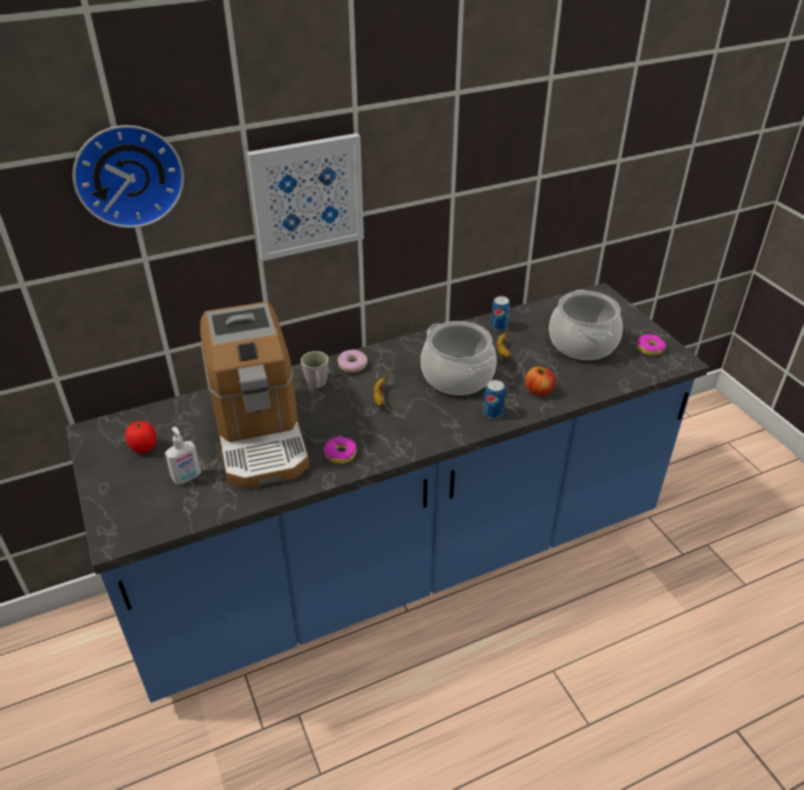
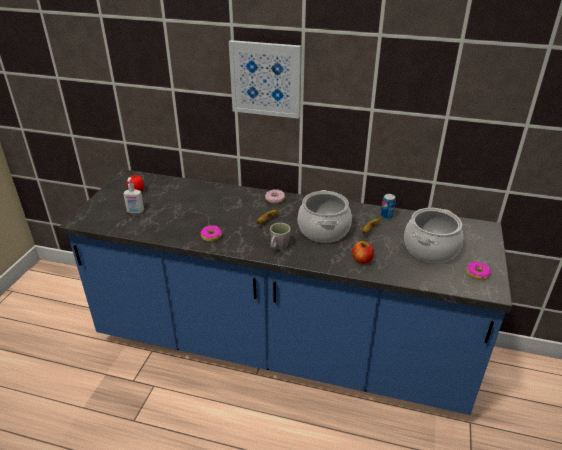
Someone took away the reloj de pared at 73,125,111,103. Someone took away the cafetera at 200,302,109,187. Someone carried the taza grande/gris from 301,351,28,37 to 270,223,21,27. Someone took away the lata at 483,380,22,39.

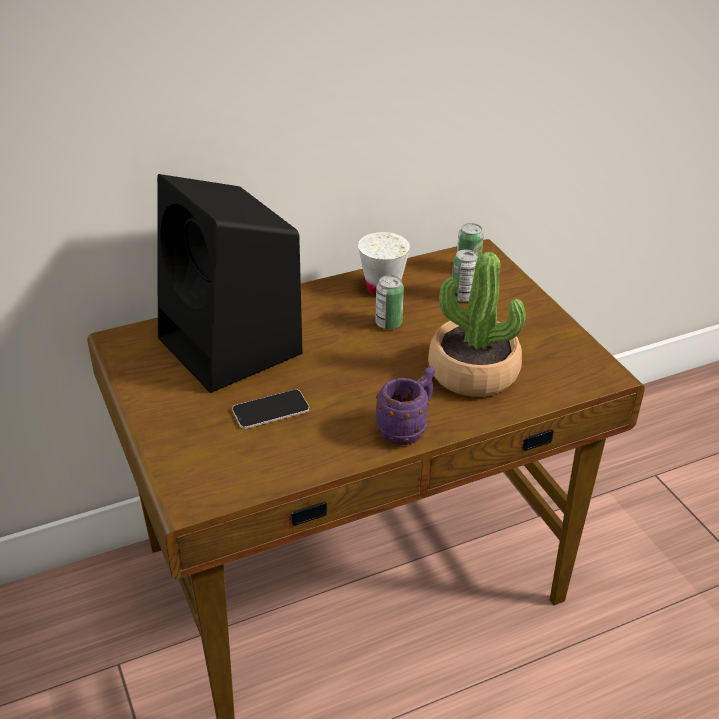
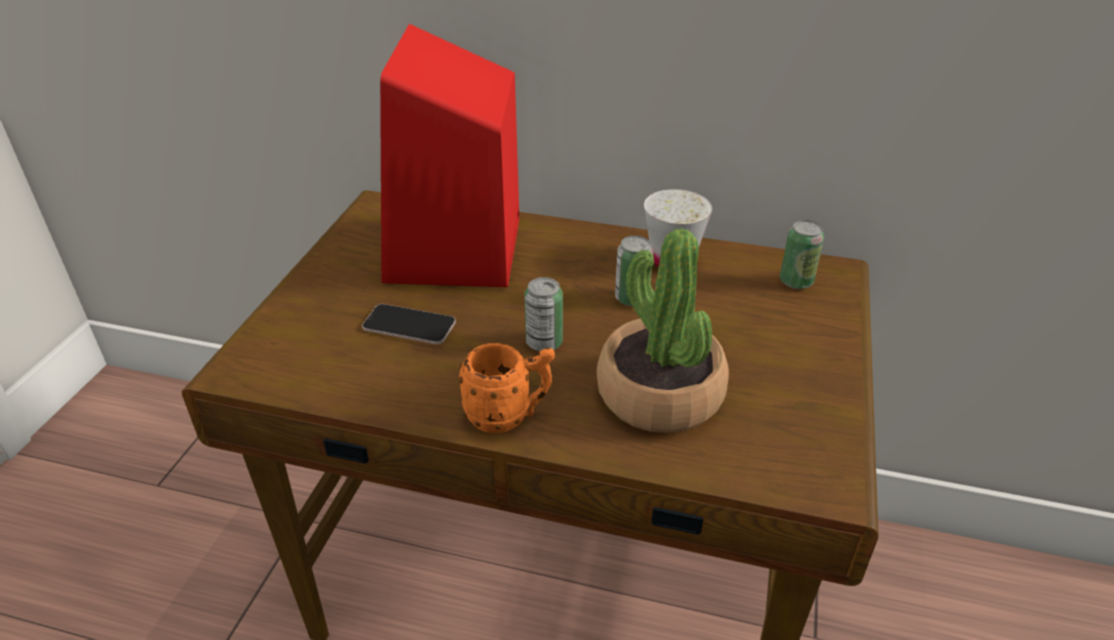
Someone repainted the altavoz/negro at 157,174,146,219, which became the altavoz/rojo at 380,24,139,263. Someone repainted the taza grande/morado at 376,366,59,79, which became the taza grande/naranja at 459,343,96,90. Someone carried the lata from 452,249,26,53 to 524,277,39,74.

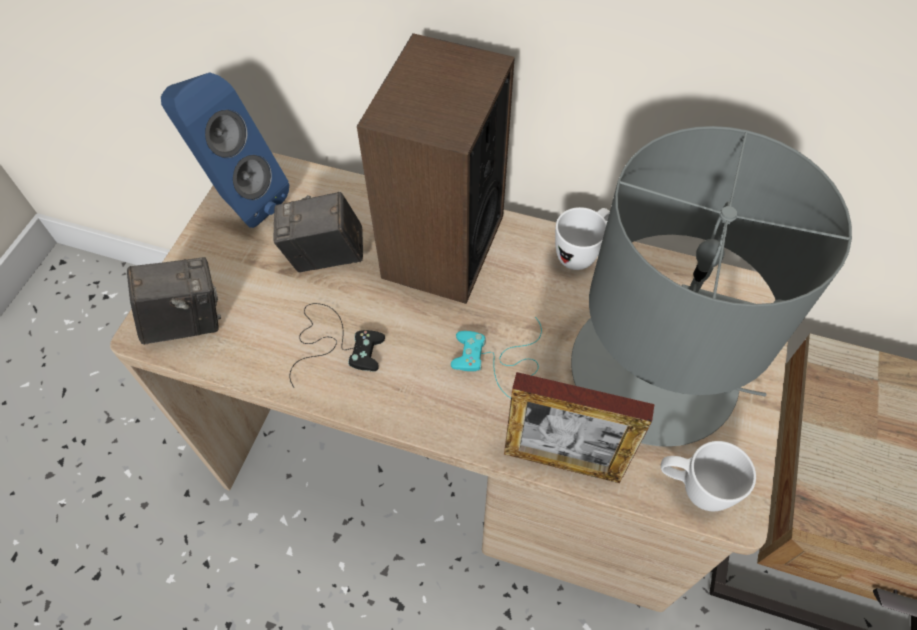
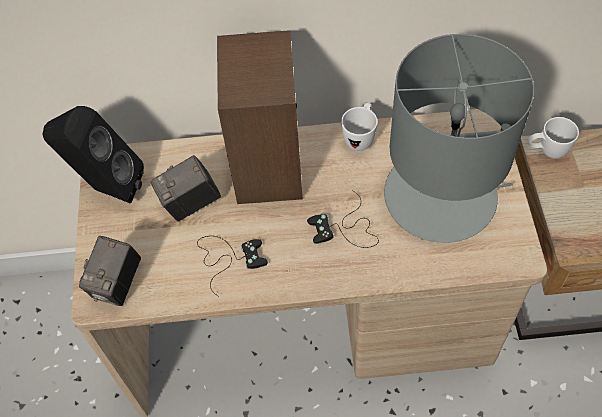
Someone rotated the cámara at 127,257,94,88 by 150 degrees clockwise. Someone repainted the altavoz/azul at 161,72,128,156, which became the altavoz/negro at 42,106,102,97. Someone repainted the mando de consola/turquesa at 451,317,91,81, which became the mando de consola/negro at 307,190,72,58. Someone took away the portarretratos at 504,372,150,111. Someone carried the taza grande/blanco from 661,441,95,70 to 528,117,51,42.

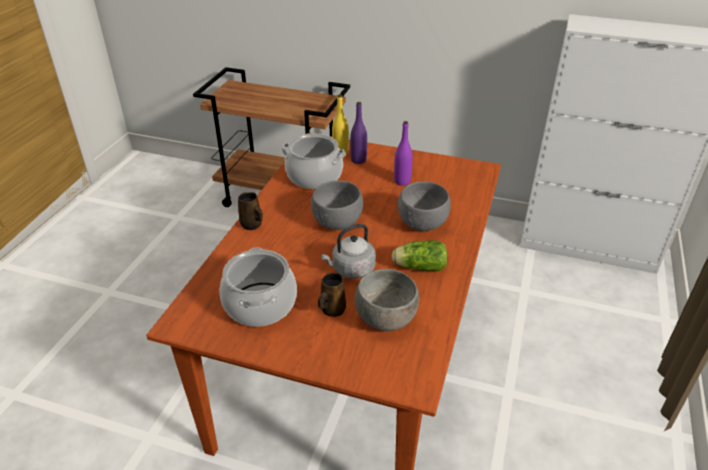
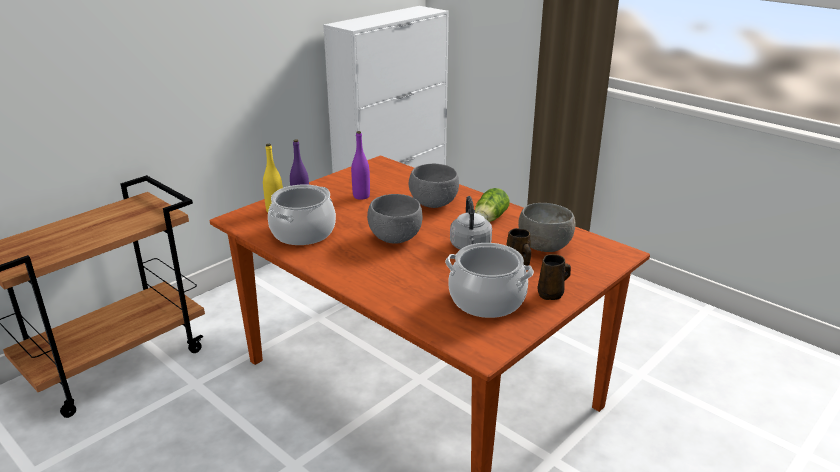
Someone carried the taza grande/marrón from 238,192,25,38 to 538,254,33,46.

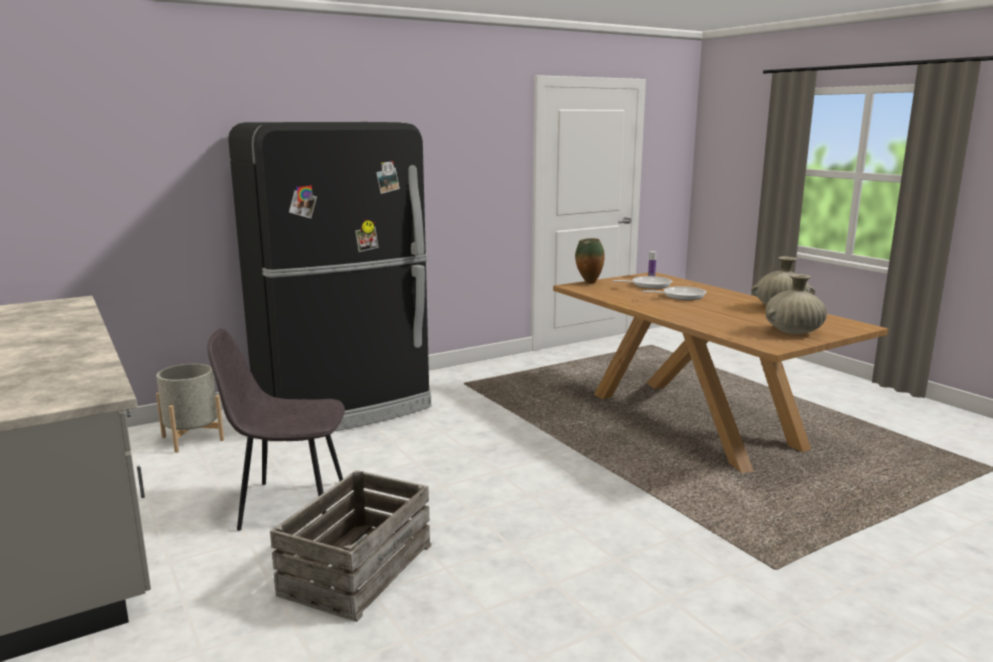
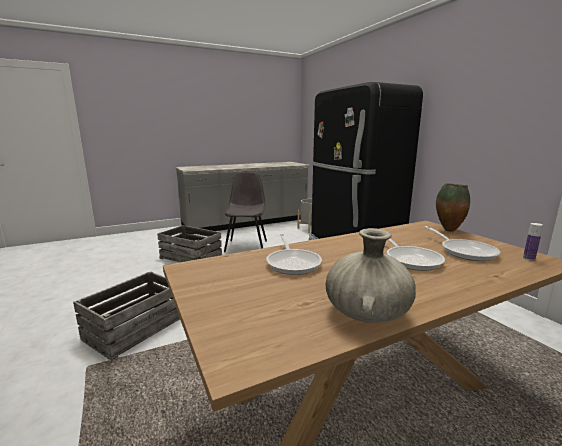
Someone took away the florero/beis at 765,274,62,60. Someone put down the caja de embalaje at 73,271,107,89. Someone put down the sartén at 266,233,56,42.

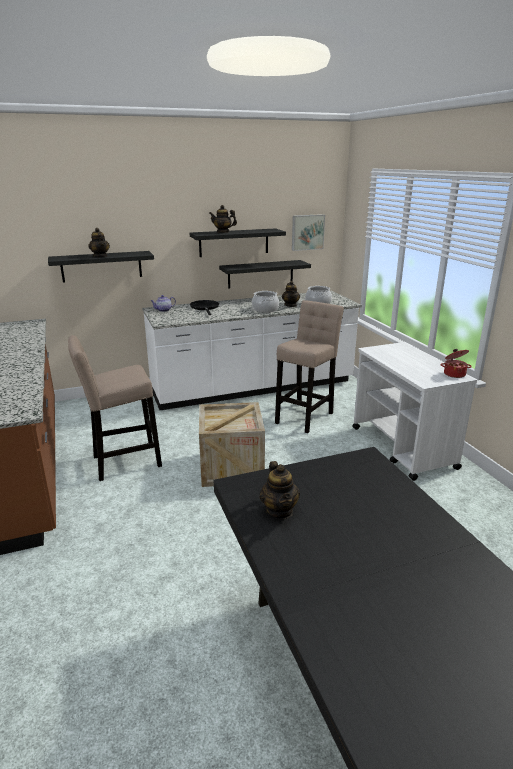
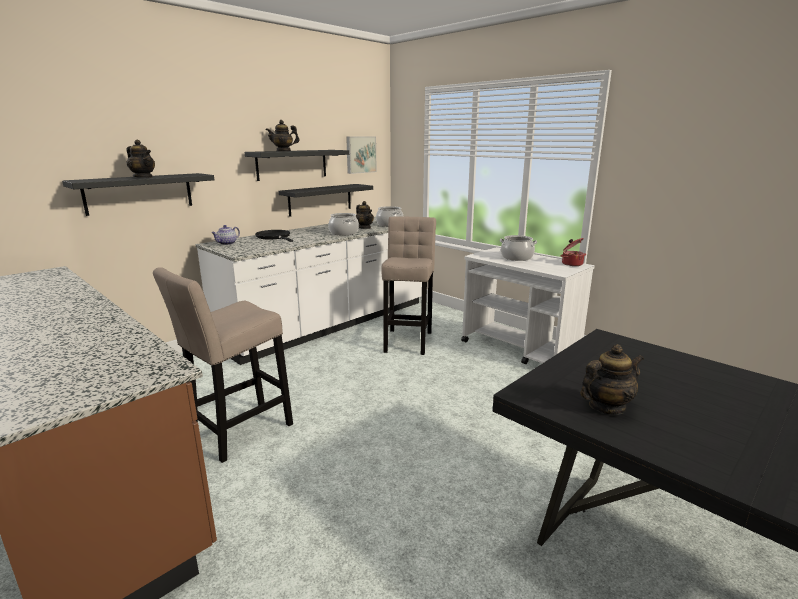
Someone took away the caja de embalaje at 199,402,66,85. Someone rotated the tetera at 259,461,41,58 by 75 degrees counterclockwise. Someone put down the olla at 499,235,39,26.

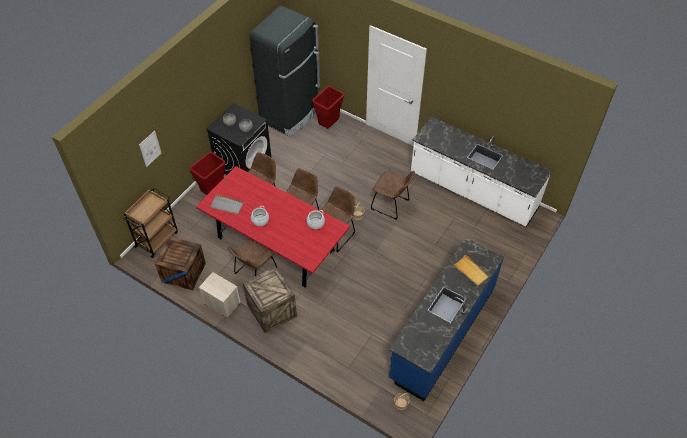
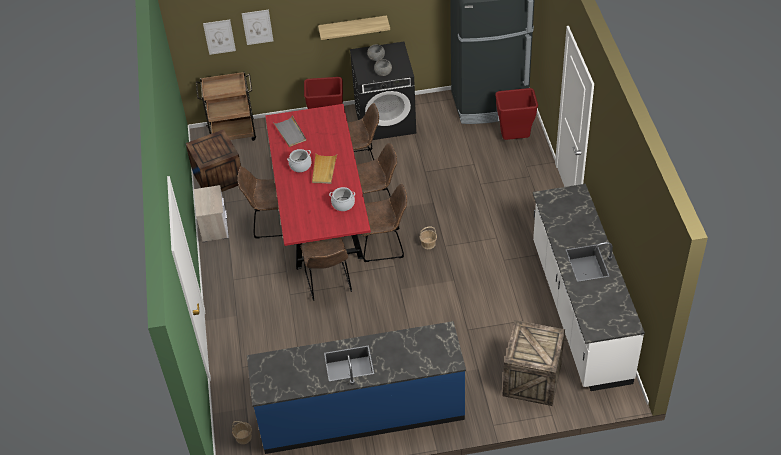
Someone carried the caja de embalaje from 243,266,54,67 to 503,320,62,86. Someone carried the silla/marrón from 371,171,44,49 to 301,237,51,64. Someone carried the bandeja/beis from 454,254,35,32 to 312,154,25,30. Someone put up the cuadro at 203,20,33,35. Someone put up the estante at 318,15,72,25.

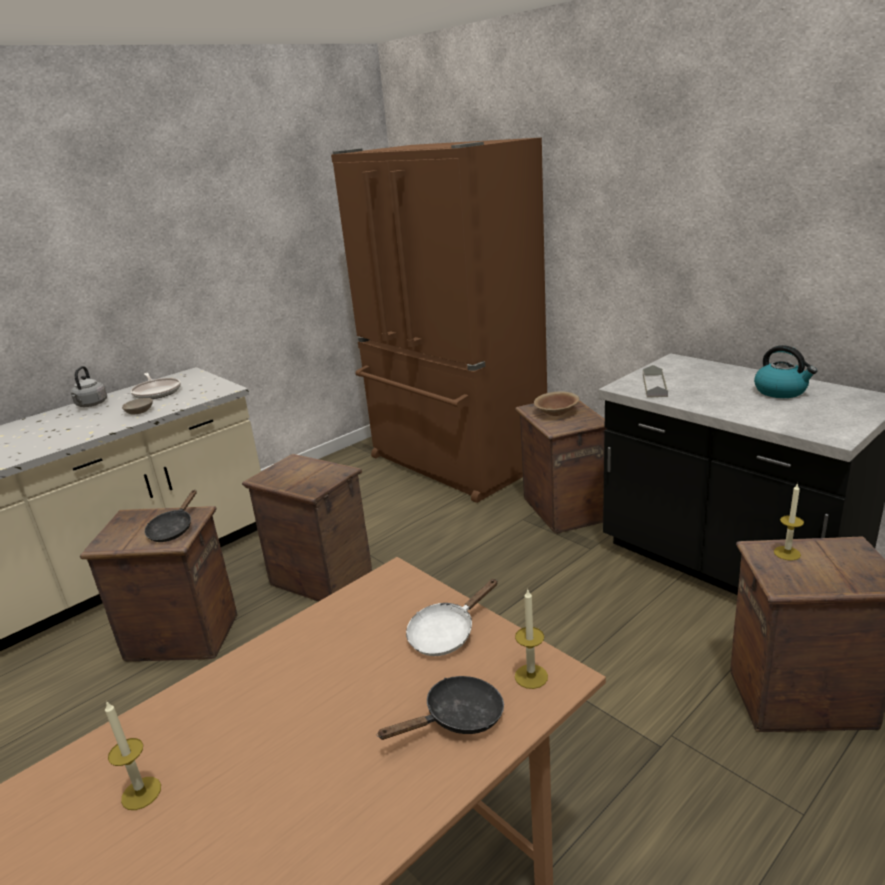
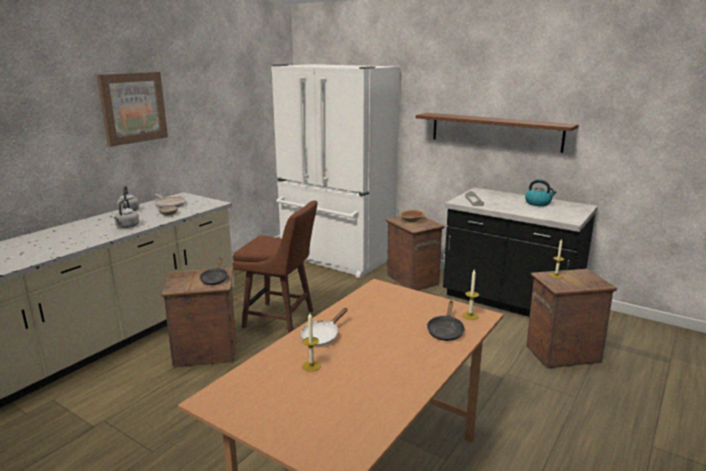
Someone swapped the caja de embalaje at 242,454,130,148 for the taburete/marrón at 233,201,85,132. Someone repainted the nevera/marrón at 331,138,216,365, which became the nevera/blanco at 271,64,129,214. Someone rotated the sartén/negro at 377,676,127,64 by 150 degrees clockwise. Someone carried the sartén/blanco from 406,579,92,77 to 301,308,47,38. Someone put up the cuadro at 97,72,71,75. Someone put down the hervidor/gris at 114,199,25,29. Someone put up the estante/marrón at 416,113,163,40.

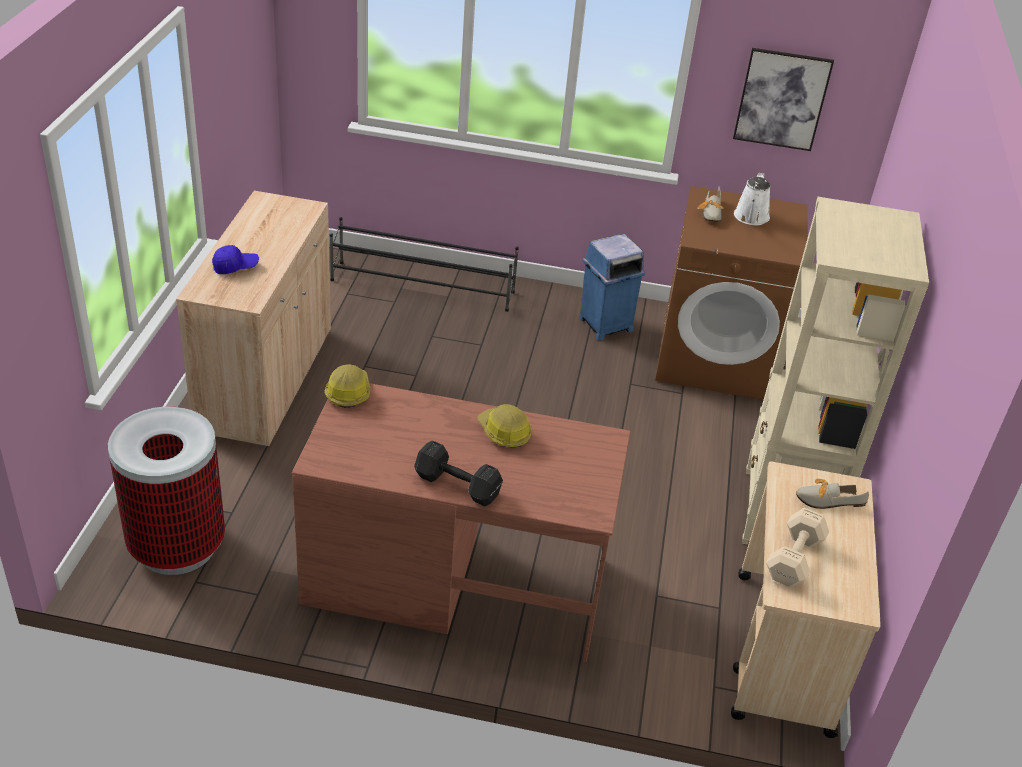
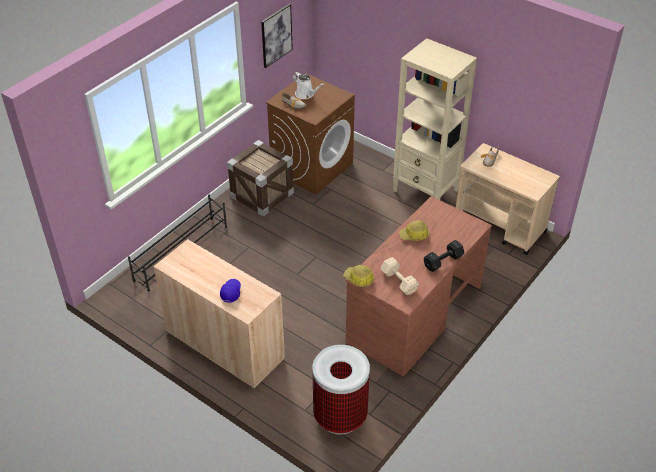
Someone swapped the papelera/azul at 579,234,66,106 for the caja de embalaje at 227,140,67,76. Someone carried the mancuerna/beis from 766,508,63,80 to 381,257,38,38.

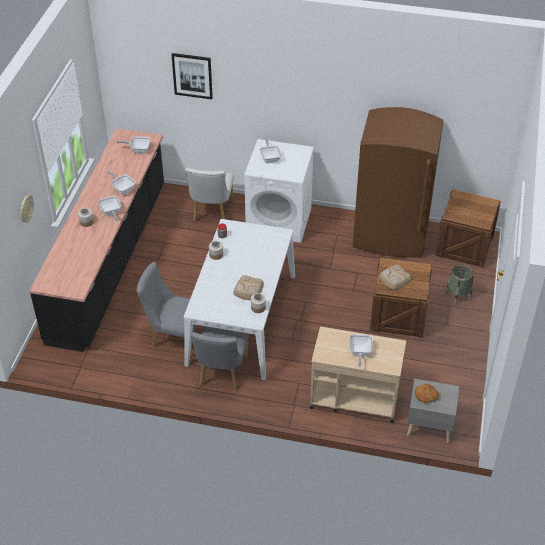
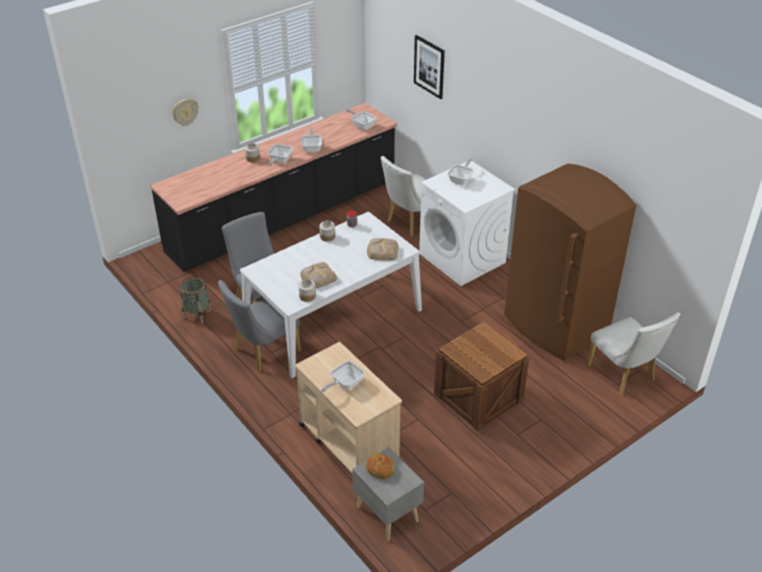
Someone carried the pan from 379,265,33,25 to 367,238,31,23. Someone swapped the caja de embalaje at 435,189,66,79 for the silla/blanco at 587,312,93,83. Someone carried the cesta from 445,264,29,41 to 180,277,32,46.

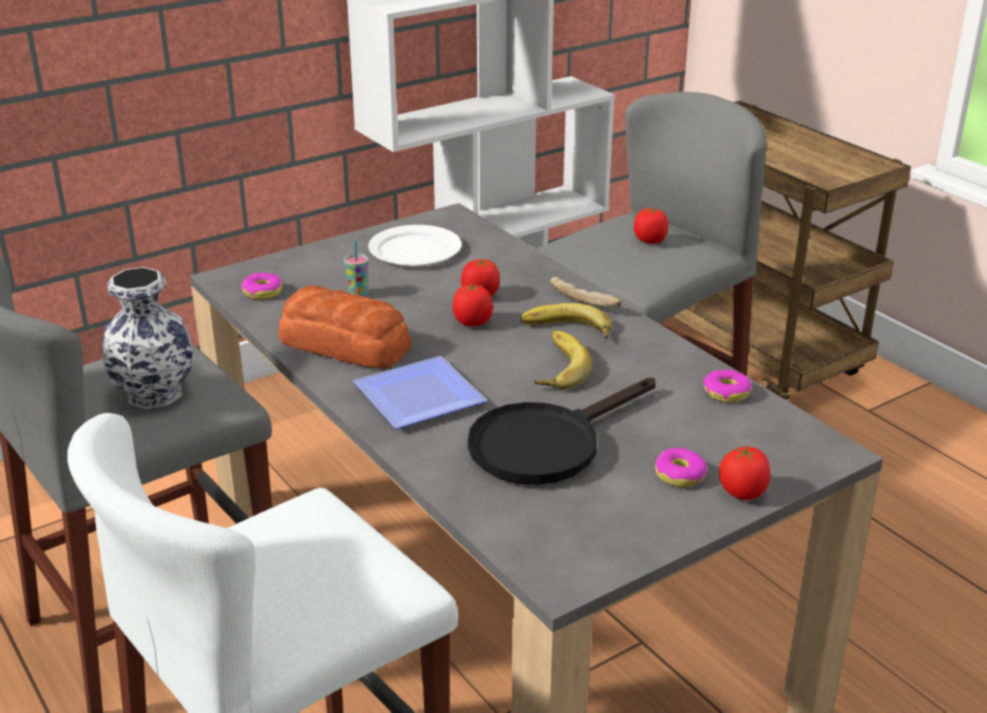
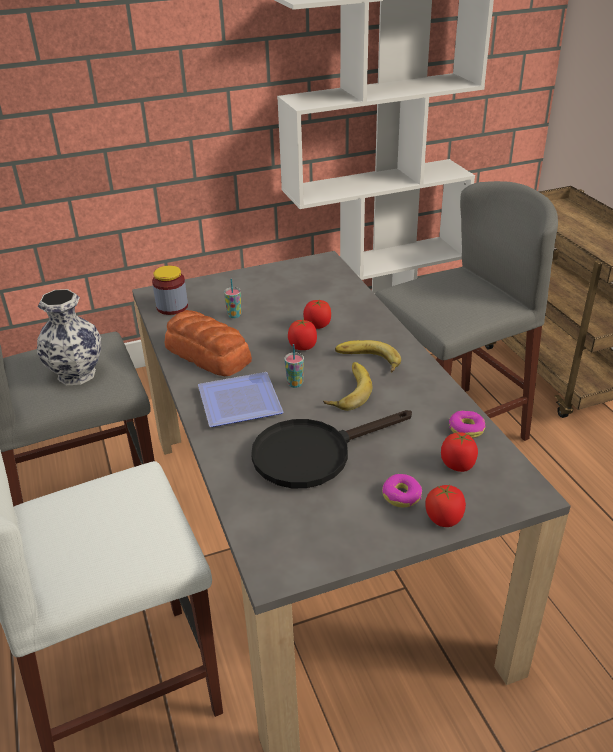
Someone swapped the rosquilla at 242,273,40,26 for the tarro at 152,266,36,49. Someone took away the plato/blanco at 368,225,94,41. Someone took away the pan at 550,277,71,30. Someone carried the tomate from 634,208,34,36 to 441,432,37,40. Someone put down the taza at 284,344,20,44.

